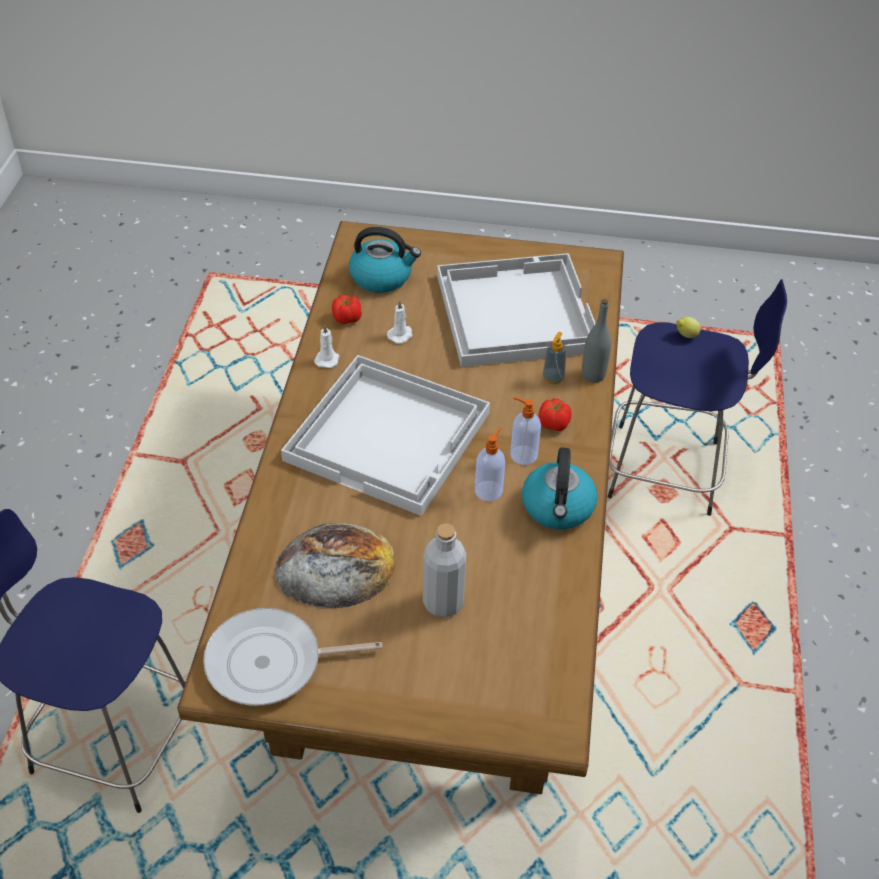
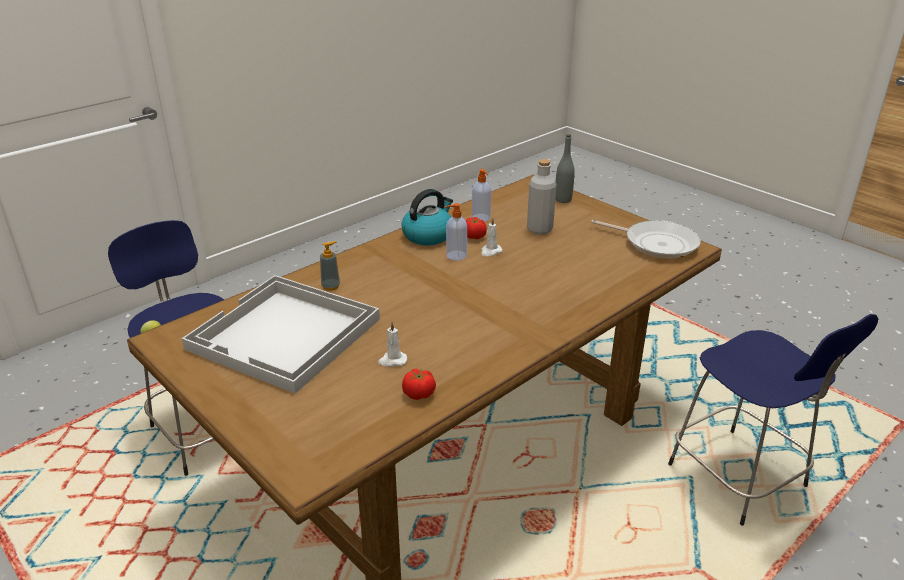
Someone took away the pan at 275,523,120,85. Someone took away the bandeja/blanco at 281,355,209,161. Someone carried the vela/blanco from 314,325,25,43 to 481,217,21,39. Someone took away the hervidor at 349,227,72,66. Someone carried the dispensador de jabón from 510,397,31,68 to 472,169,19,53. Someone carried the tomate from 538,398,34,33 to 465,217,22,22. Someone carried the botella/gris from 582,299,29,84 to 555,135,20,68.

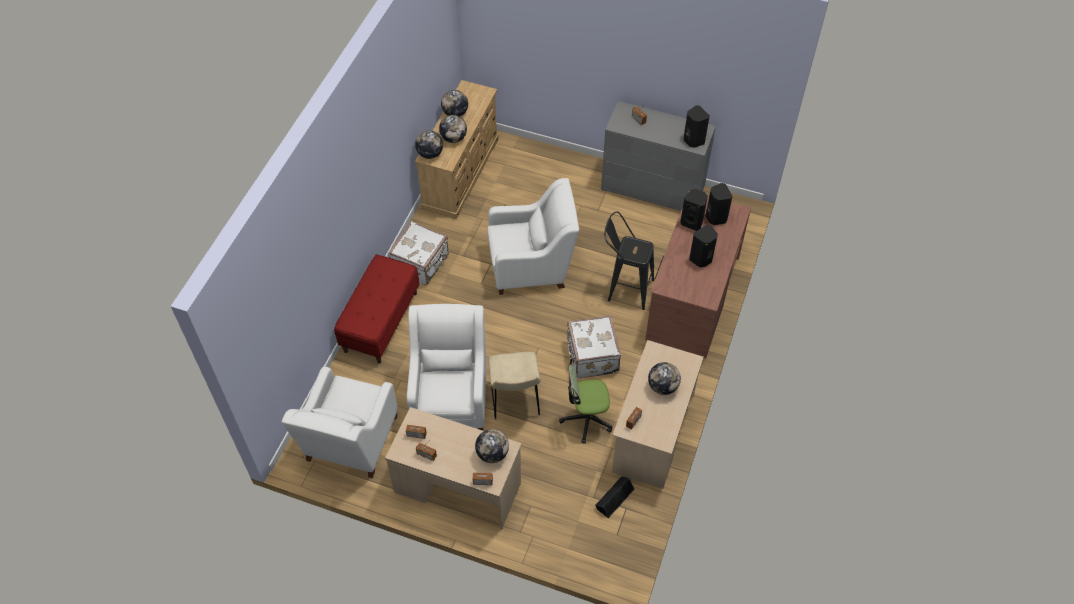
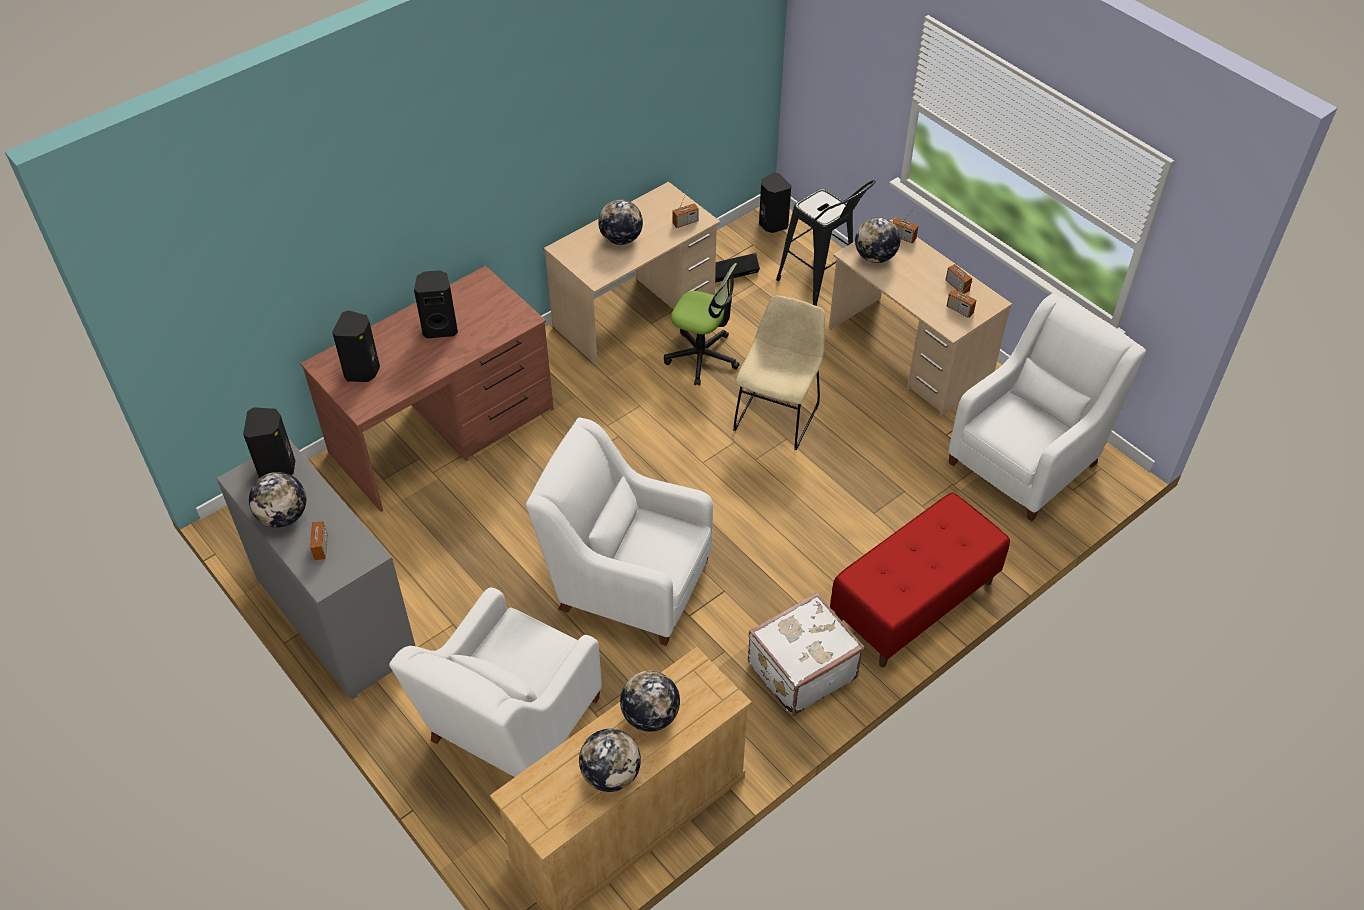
Someone carried the sillón/blanco from 407,304,79,127 to 389,587,213,190. Someone carried the globo terráqueo from 415,130,28,29 to 249,472,57,56. Someone took away the maleta/blanco at 567,316,54,62. Someone carried the taburete/negro from 604,211,50,99 to 776,180,100,126. Someone carried the altavoz/negro from 680,189,28,42 to 759,173,32,60.

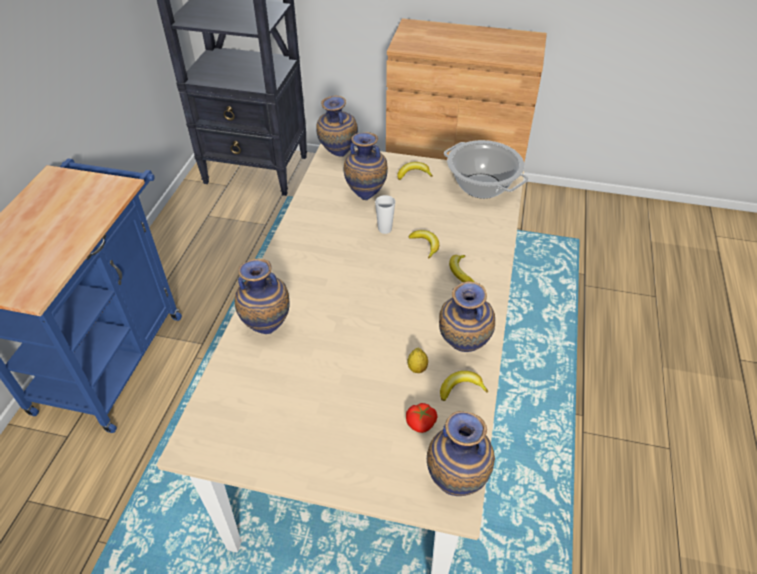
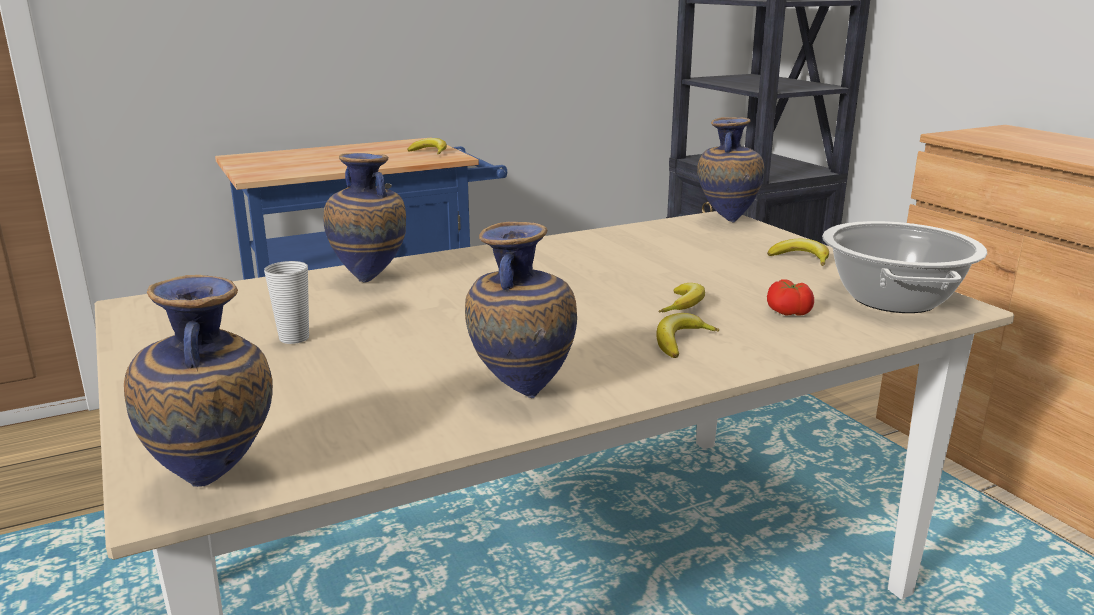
Someone took away the florero at 344,132,44,68. Someone carried the taza from 375,195,20,39 to 264,261,45,83. Someone carried the tomate from 406,403,31,30 to 767,279,47,37. Someone took away the limón at 407,348,21,25. Someone carried the plátano from 440,371,48,30 to 407,138,40,17.

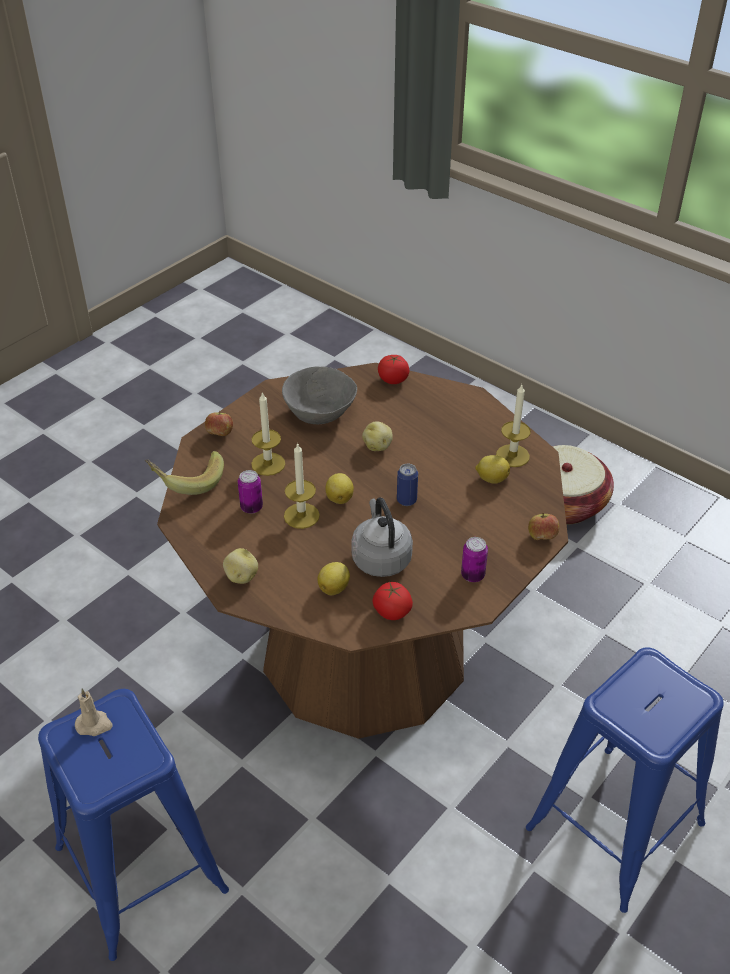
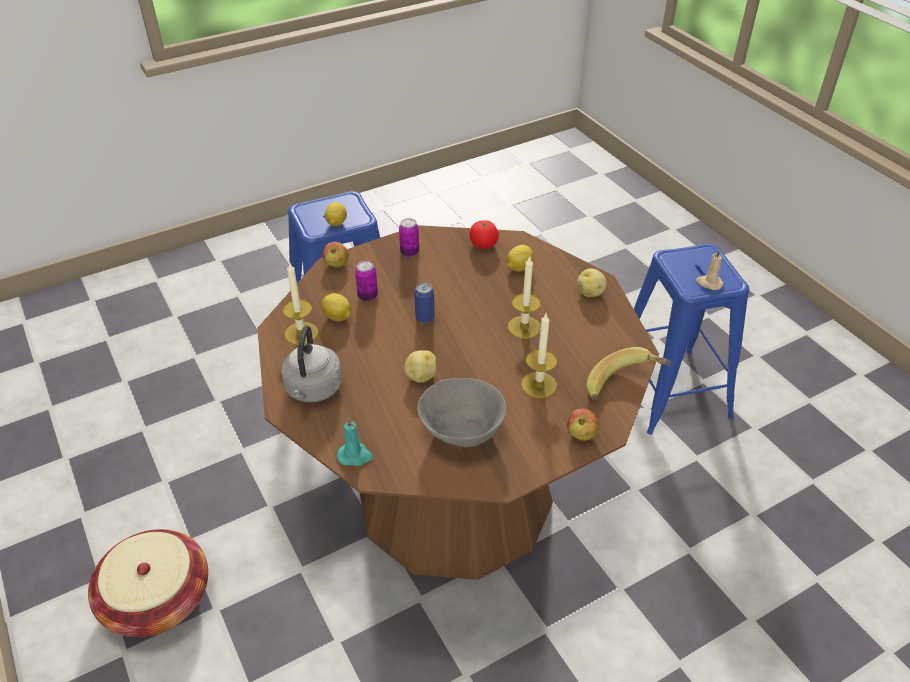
Someone carried the lata from 238,470,25,44 to 355,261,23,40. Someone carried the limón from 325,473,29,31 to 325,202,22,24. Someone carried the hervidor/gris from 351,498,62,79 to 282,325,60,77. Someone swapped the tomate at 378,355,31,29 for the vela/turquesa at 337,417,36,49.

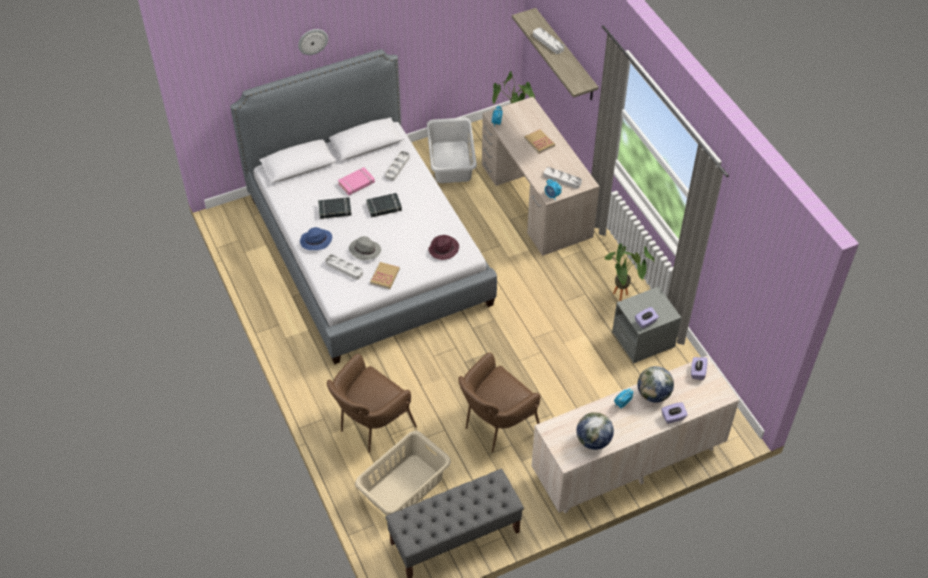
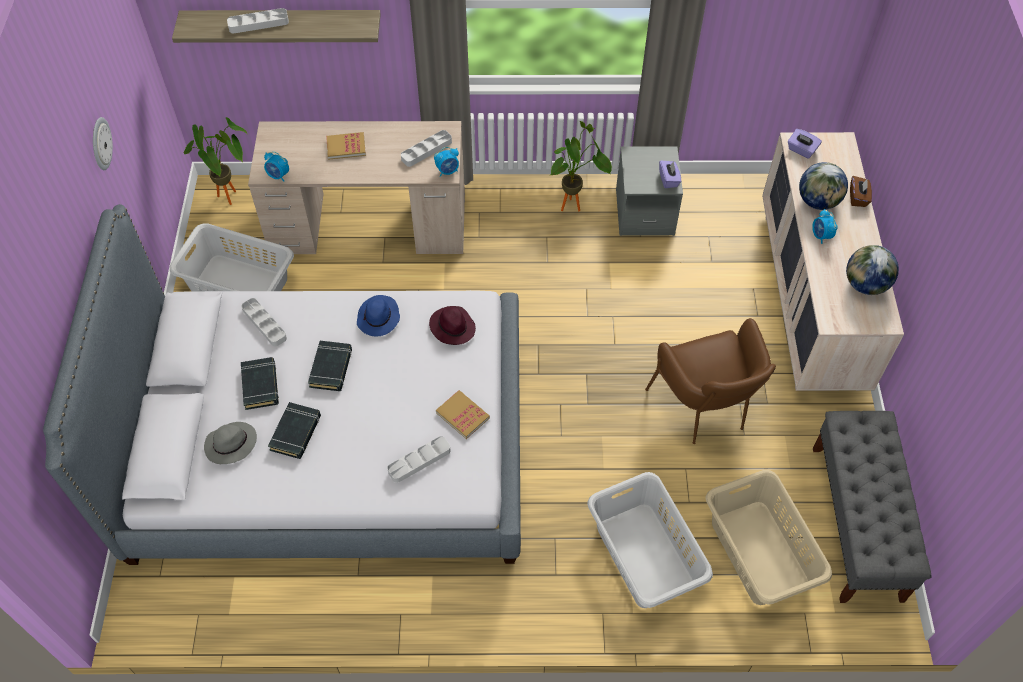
Someone carried the reloj de pared from 298,29,30,26 to 93,117,20,53. Someone carried the sombrero/azul from 300,227,32,23 to 357,295,43,41. Someone swapped the sillón/marrón at 327,354,90,99 for the cesto de la ropa/gris at 587,472,126,136. Someone repainted the libro/rosa at 338,167,37,28, which became the libro/negro at 241,357,38,53. Someone carried the sombrero/gris from 349,236,32,24 to 204,422,53,42. Someone repainted the caja de pañuelos/morado at 661,402,27,22, which became the caja de pañuelos/marrón at 850,176,22,31.

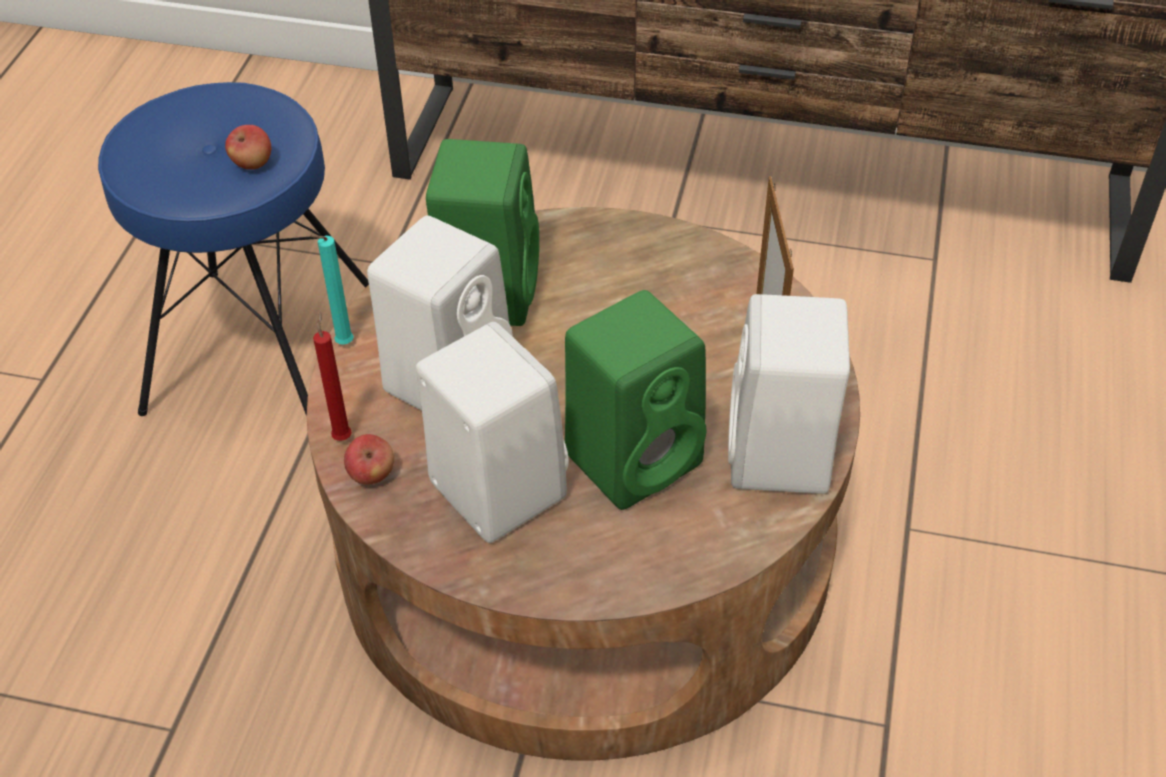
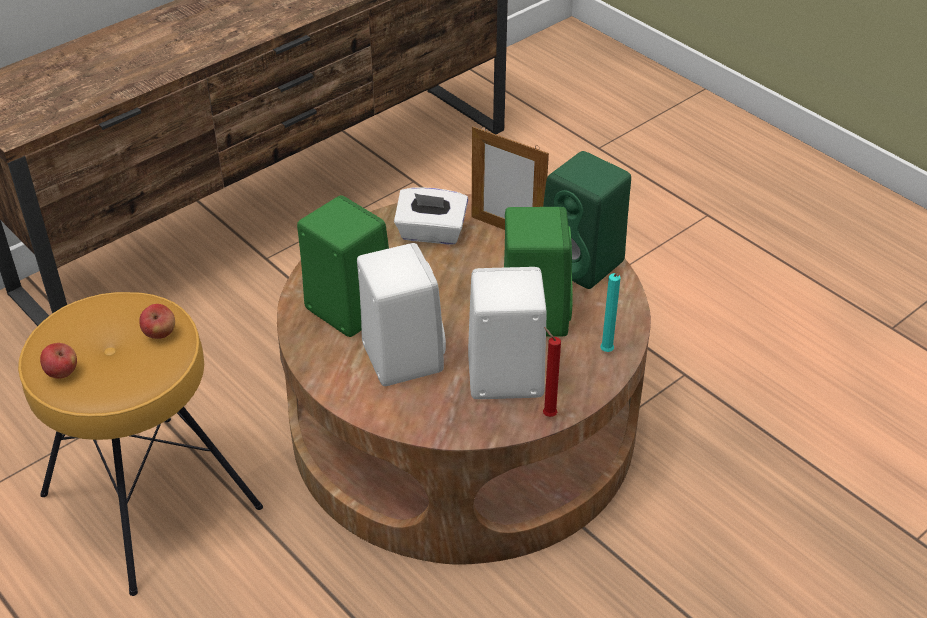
Someone repainted the taburete/azul at 98,82,271,334, which became the taburete/marrón at 18,292,245,304. Someone carried the vela/turquesa from 309,235,45,110 to 600,273,21,79. Someone carried the vela/rojo from 313,311,39,130 to 543,327,18,90. Someone carried the manzana from 344,434,50,51 to 40,343,37,35. Someone repainted the altavoz/blanco at 728,294,122,200, which became the altavoz/verde at 543,151,88,138. Someone put down the caja de pañuelos/blanco at 394,187,74,57.

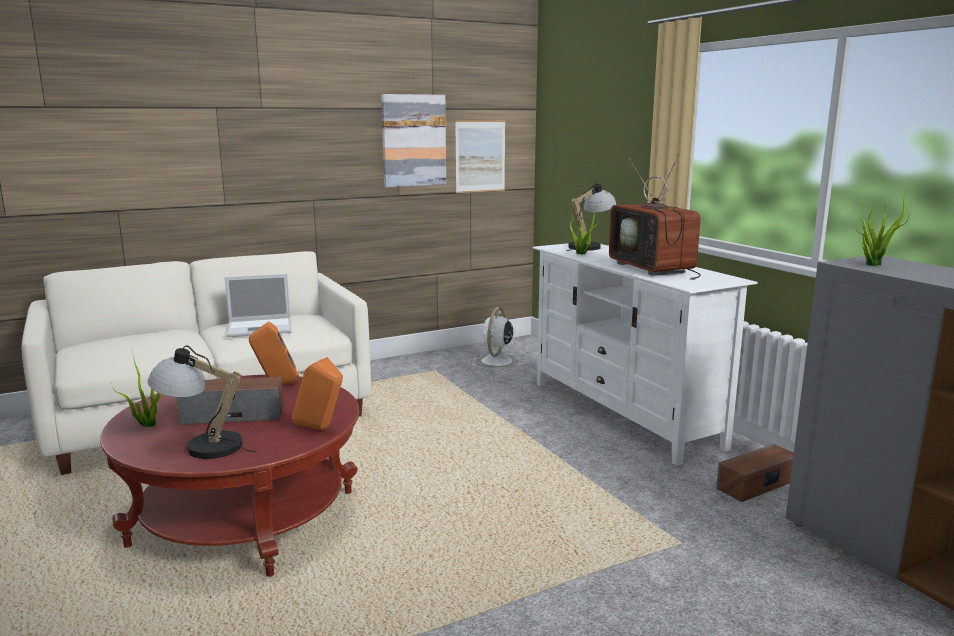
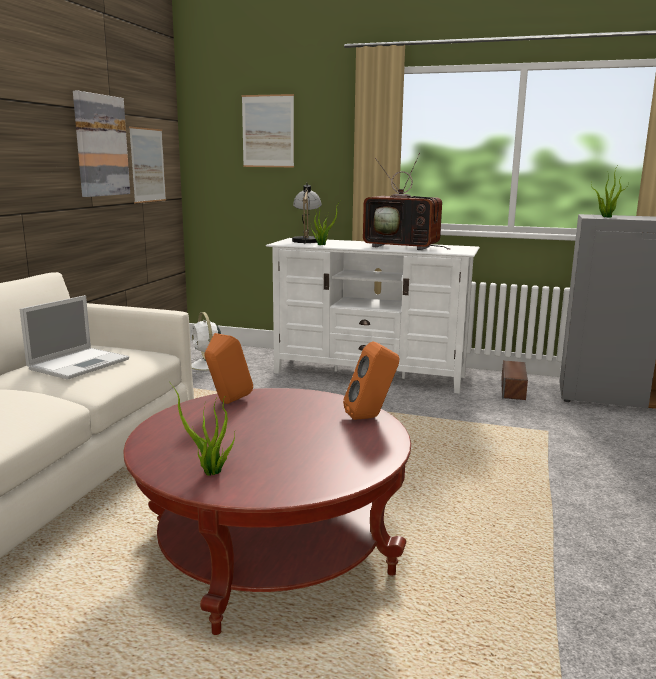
Someone took away the lámpara de mesa at 148,345,108,114. Someone took away the altavoz at 177,377,107,48. Someone put up the cuadro at 242,94,52,73.

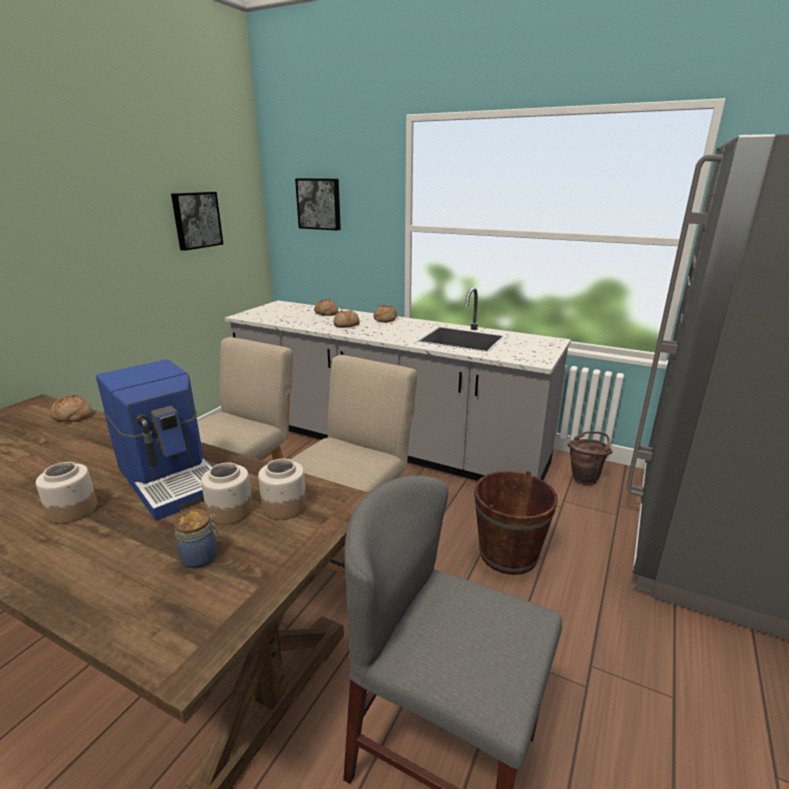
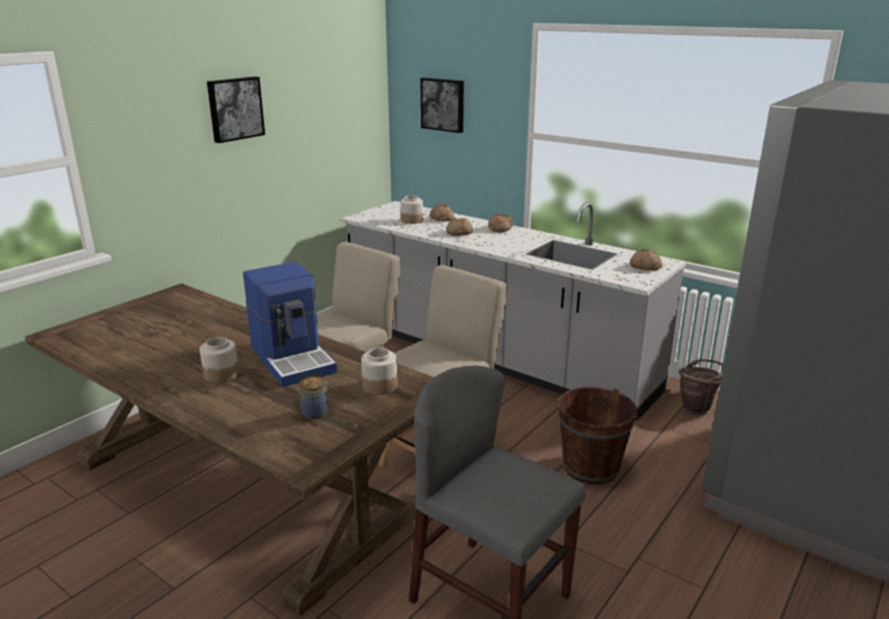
Someone carried the pan from 50,395,42,27 to 630,249,32,22. Someone carried the cuadro from 171,192,52,59 to 207,76,58,67. Someone carried the tarro from 201,463,52,62 to 401,196,22,28.

